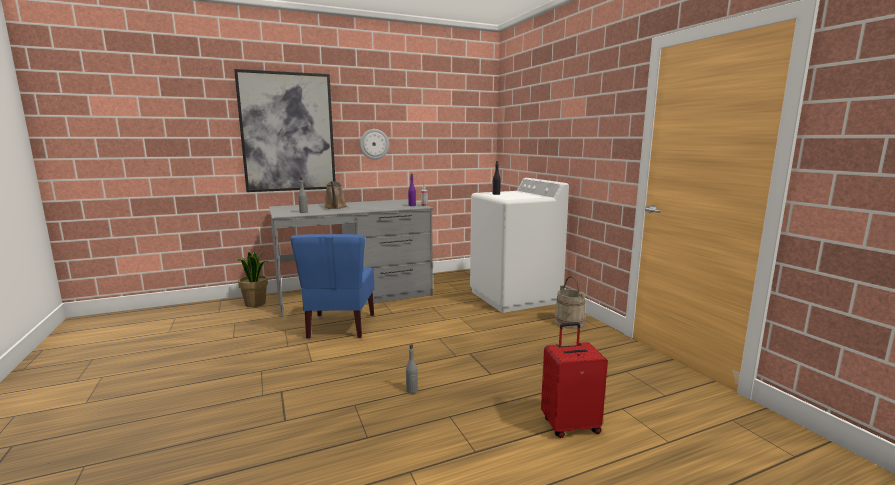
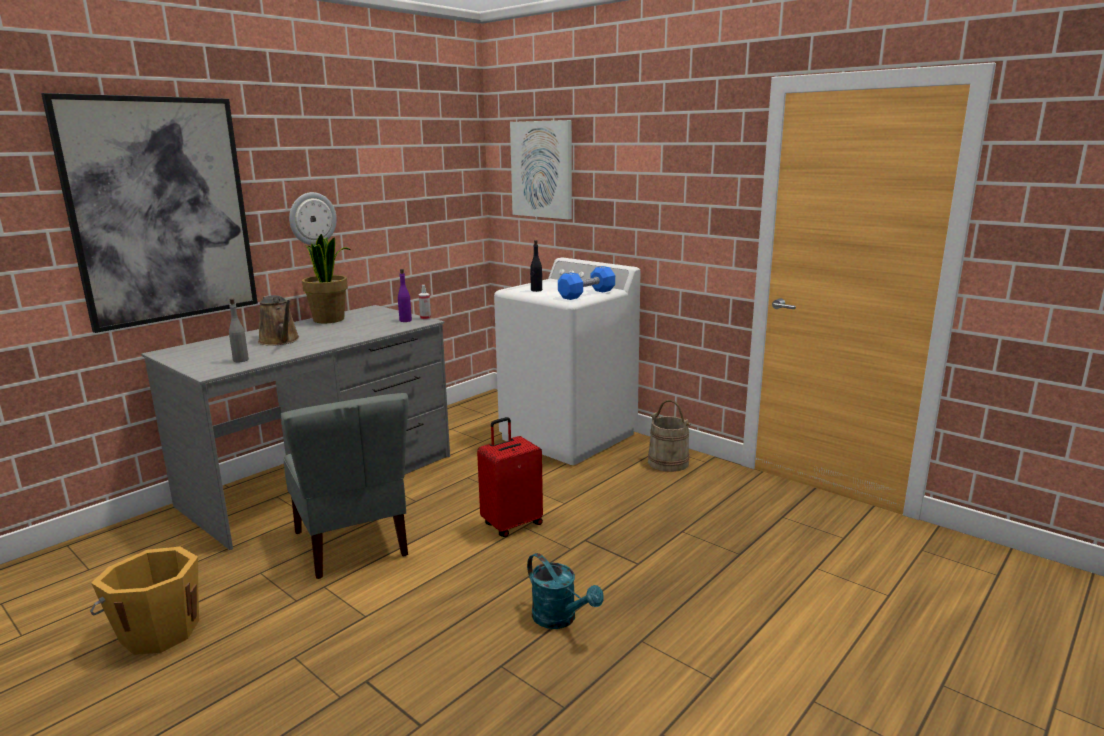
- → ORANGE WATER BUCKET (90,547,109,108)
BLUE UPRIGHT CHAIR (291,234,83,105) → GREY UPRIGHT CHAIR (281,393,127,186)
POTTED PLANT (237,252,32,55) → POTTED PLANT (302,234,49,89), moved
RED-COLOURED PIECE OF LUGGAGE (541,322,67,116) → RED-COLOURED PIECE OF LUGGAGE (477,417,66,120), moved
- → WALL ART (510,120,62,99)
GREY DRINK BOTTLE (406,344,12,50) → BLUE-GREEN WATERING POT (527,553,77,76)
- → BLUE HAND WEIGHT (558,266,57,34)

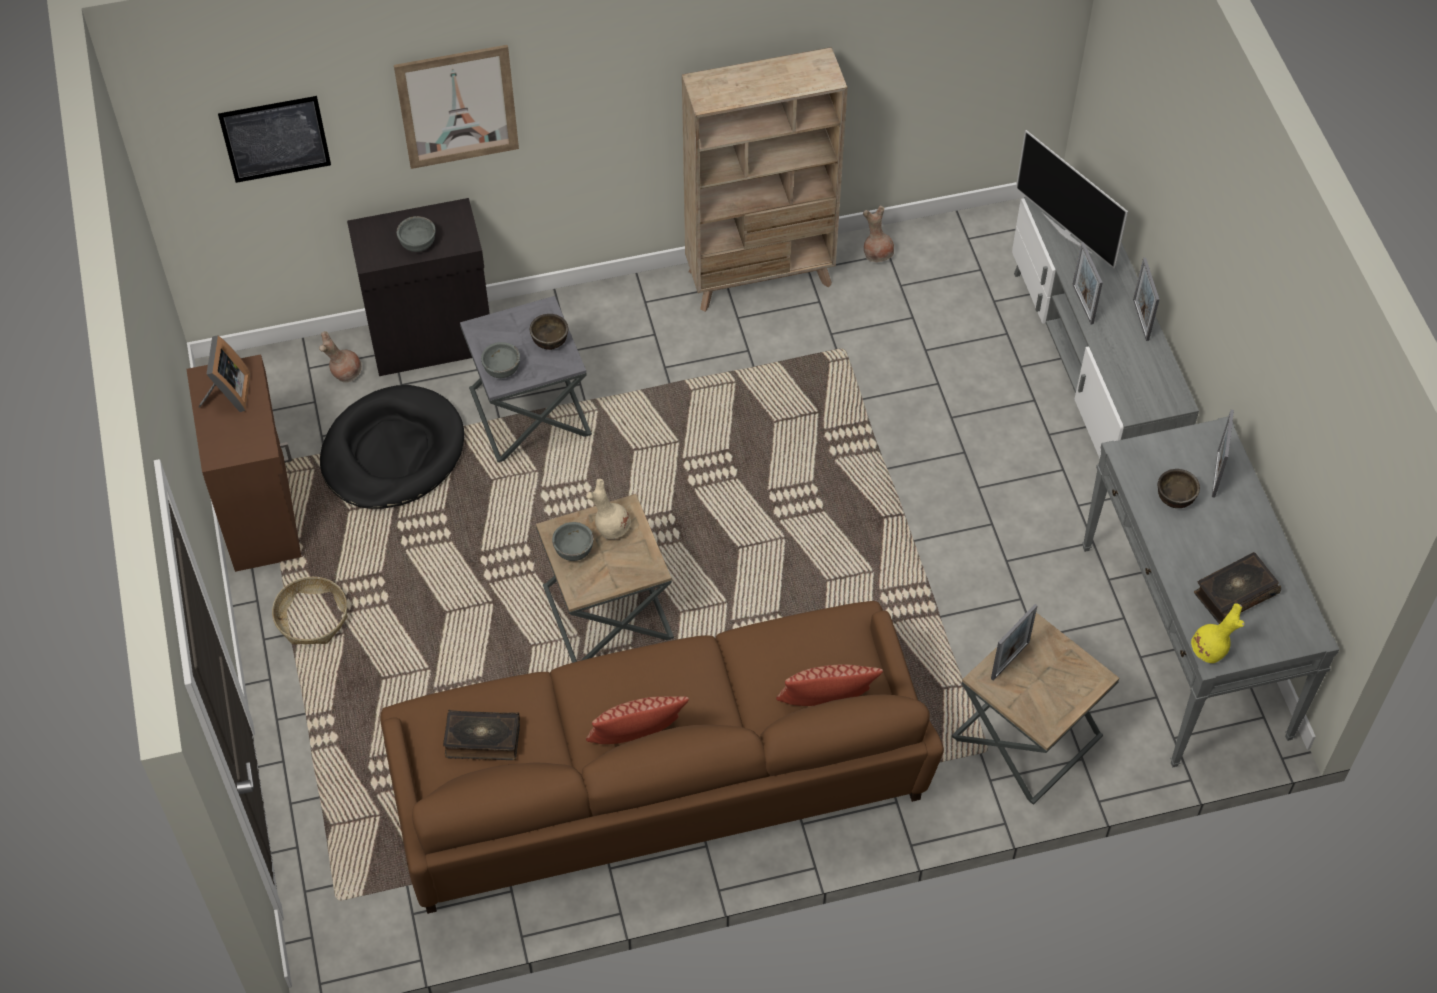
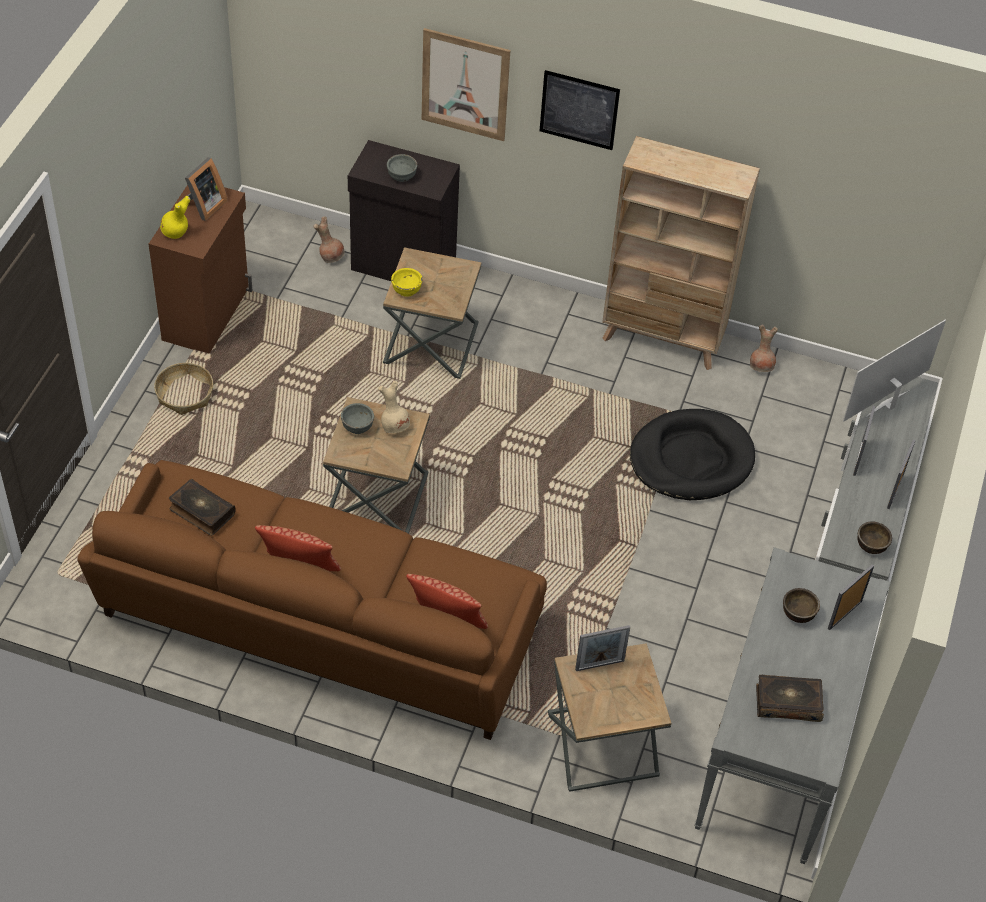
YELLOW-COLOURED DECORATIVE VASE (1191,603,53,60) → YELLOW-COLOURED DECORATIVE VASE (160,196,31,43), moved
GREY SIDE TABLE (460,296,132,166) → BROWN SIDE TABLE (383,247,98,132)
GREY SERVING BOWL (481,342,39,36) → YELLOW-COLOURED SERVING BOWL (391,268,32,29)
WALL ART (218,96,113,87) → WALL ART (540,70,80,80), moved
BLACK DOG BED (320,385,144,124) → BLACK DOG BED (630,409,125,91), moved
TV SET (1016,130,112,139) → TV SET (843,320,103,102), 60 degrees clockwise
BROWN SERVING BOWL (530,314,38,36) → BROWN SERVING BOWL (858,521,34,33), moved

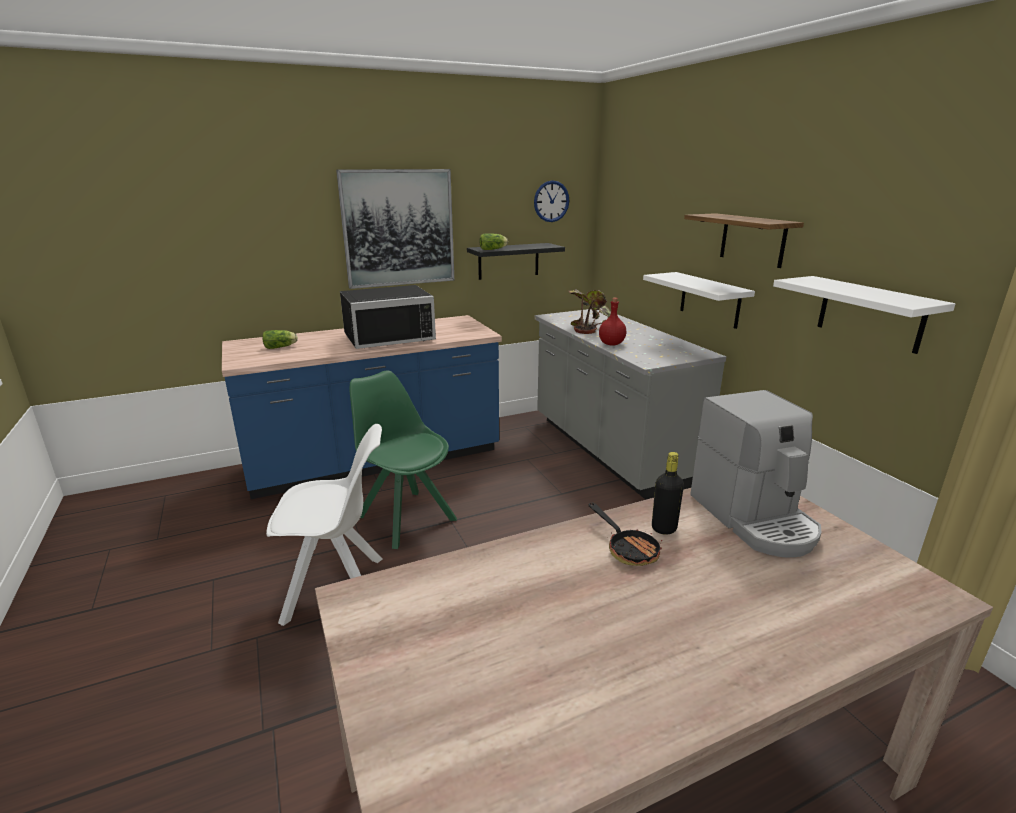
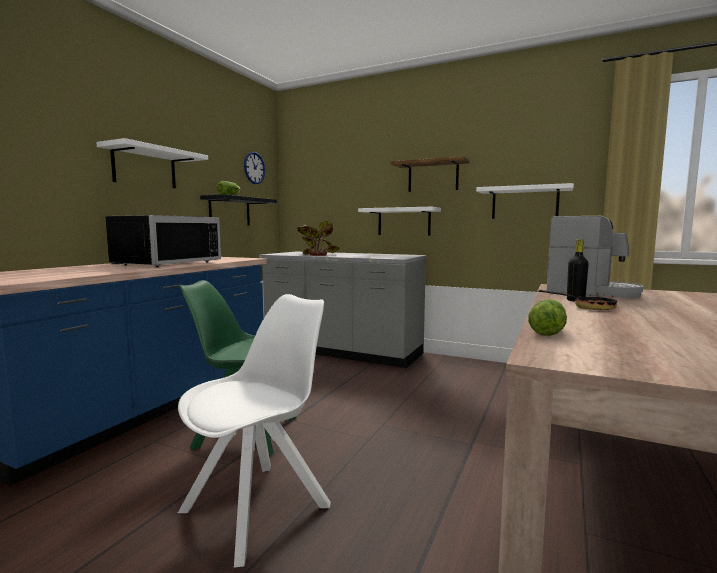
WALL ART (336,169,118,120) → WHITE WALL SHELF (97,138,111,50)
LETTUCE (262,330,36,19) → LETTUCE (528,299,39,37), moved
RED-COLOURED DRINK BOTTLE (599,298,27,48) → -

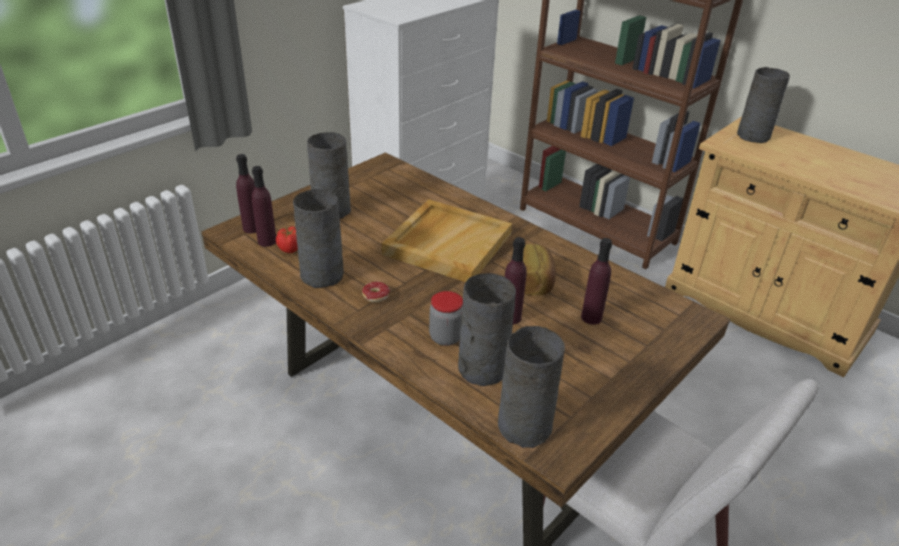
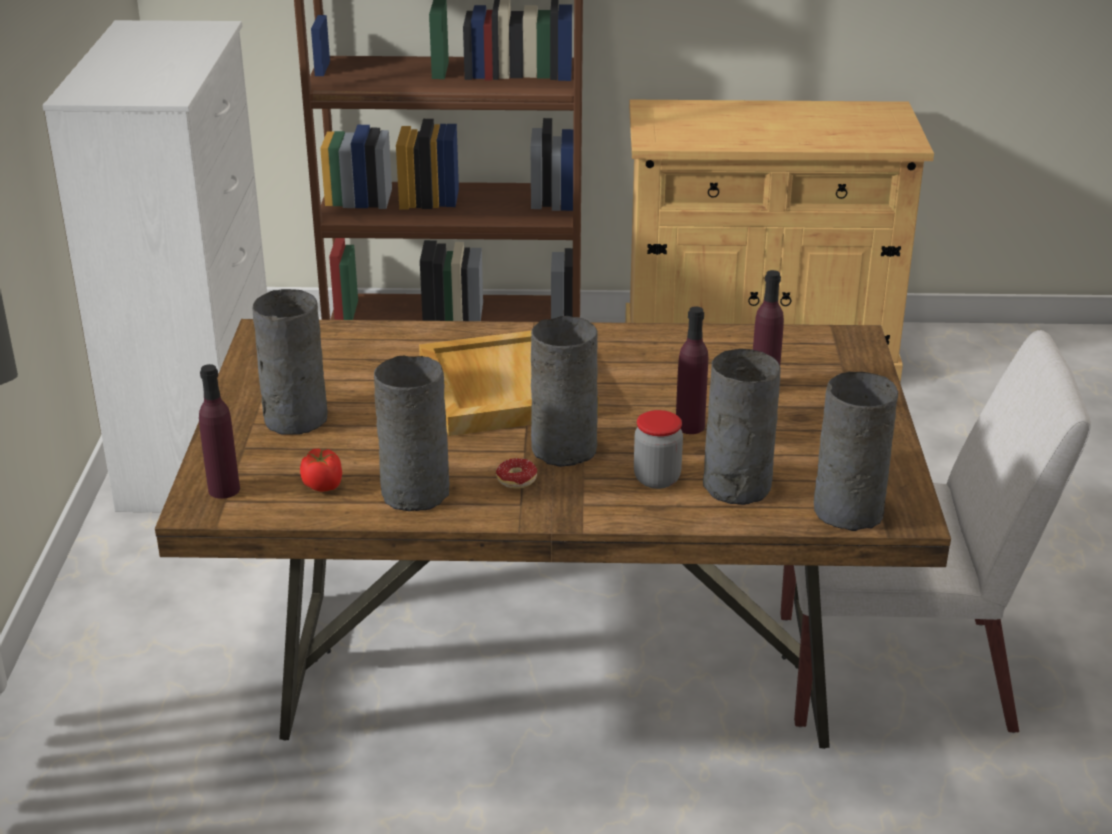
GREY DECORATIVE VASE (737,67,53,76) → GREY DECORATIVE VASE (531,316,67,151), moved
PURPLE-COLOURED DRINK BOTTLE (252,166,24,81) → -
BAKED BREAD (523,244,33,52) → -

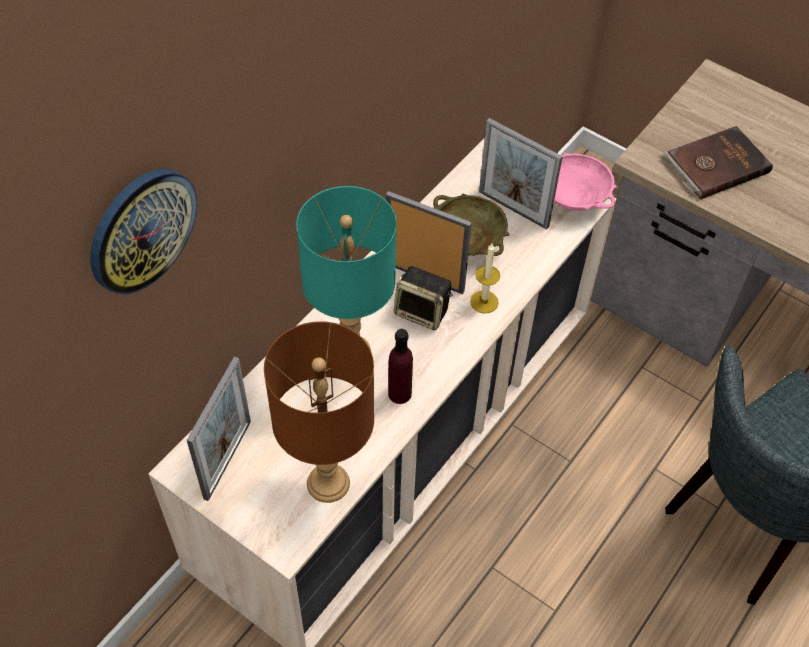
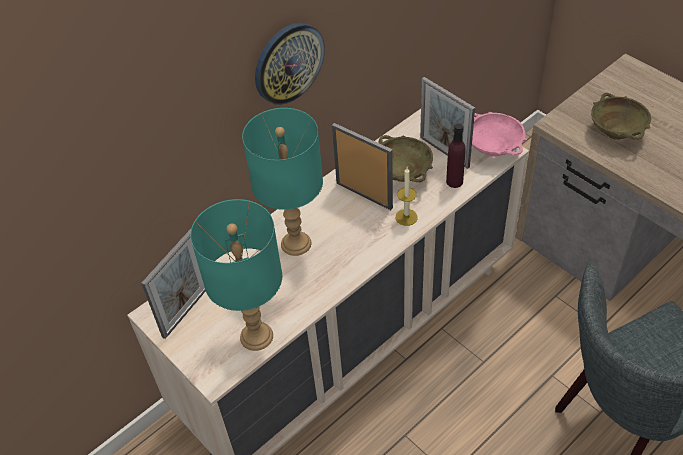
BROWN TABLE LAMP (264,321,110,182) → BLUE-GREEN TABLE LAMP (190,199,92,152)
CLOCK ON THE WALL (90,169,107,126) → CLOCK ON THE WALL (255,23,70,82), moved
PURPLE-COLOURED DRINK BOTTLE (388,329,25,75) → PURPLE-COLOURED DRINK BOTTLE (446,124,20,64), moved
BROWN BOOK (663,126,110,73) → SAND-COLOURED SERVING BOWL (591,93,60,47)
LOUDSPEAKER (394,266,59,64) → -

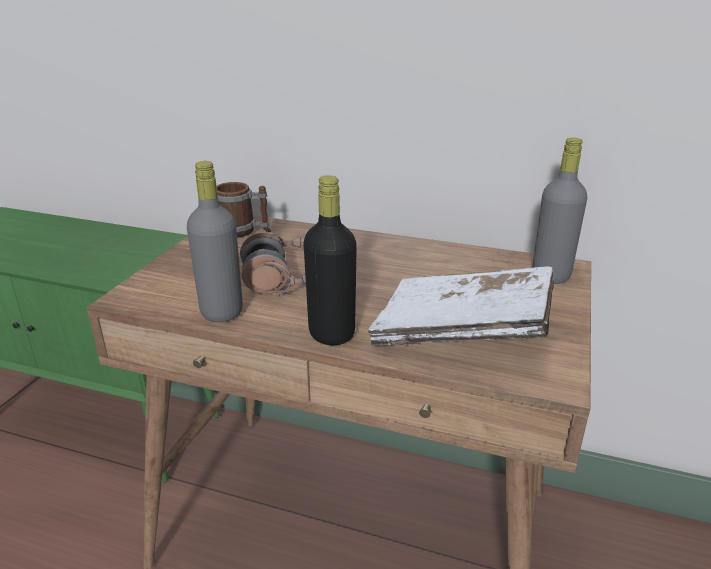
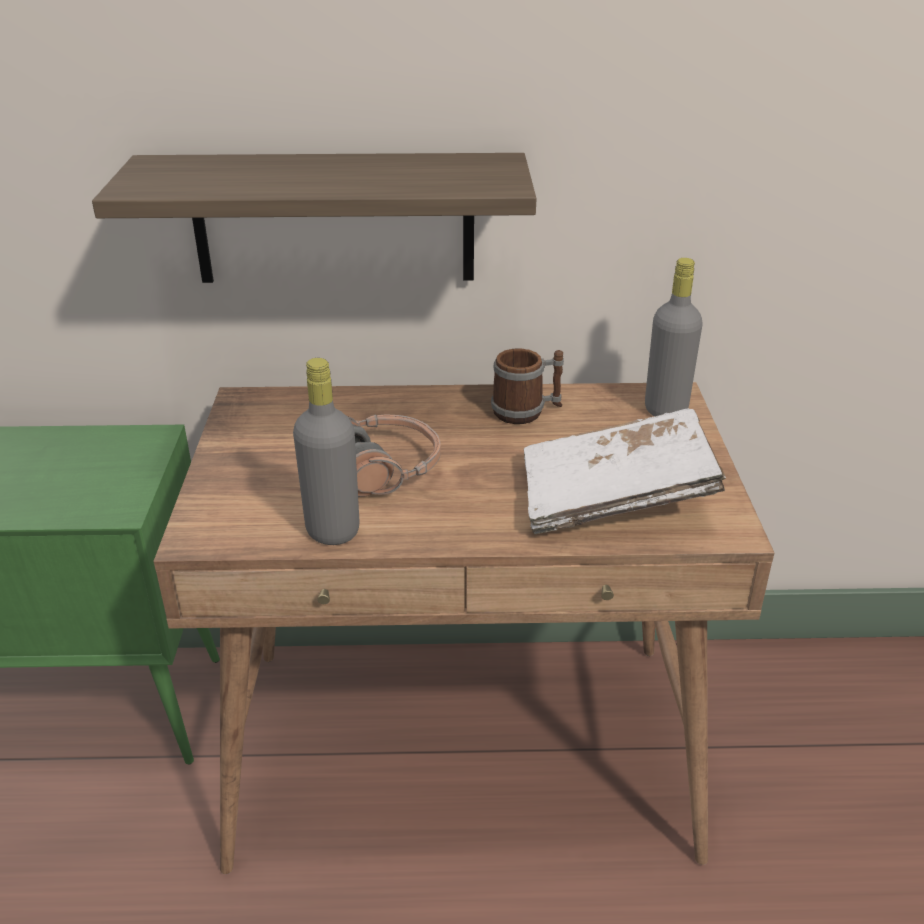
- → WALL SHELF (92,153,444,130)
MUG (216,182,55,56) → MUG (491,348,73,76), moved
BLACK DRINK BOTTLE (303,175,54,170) → -

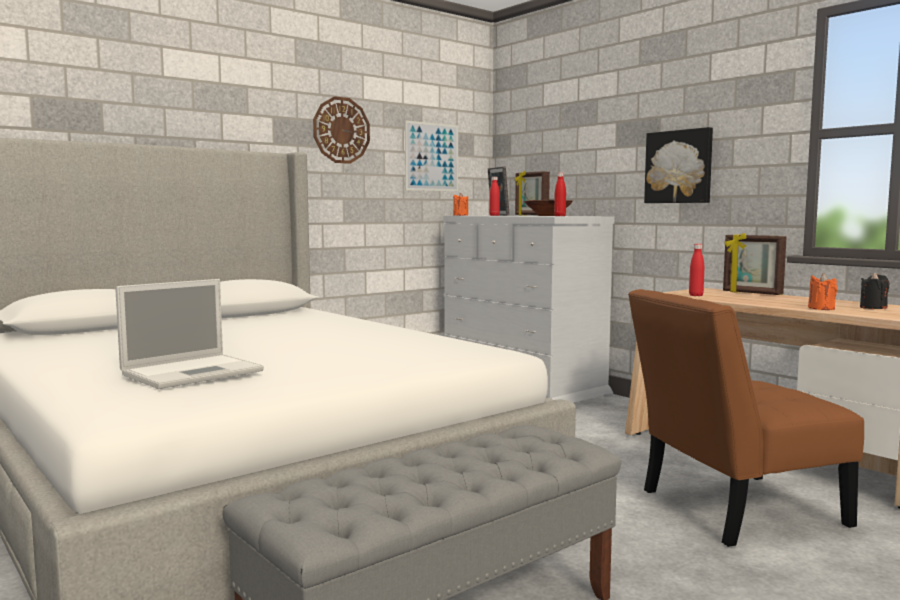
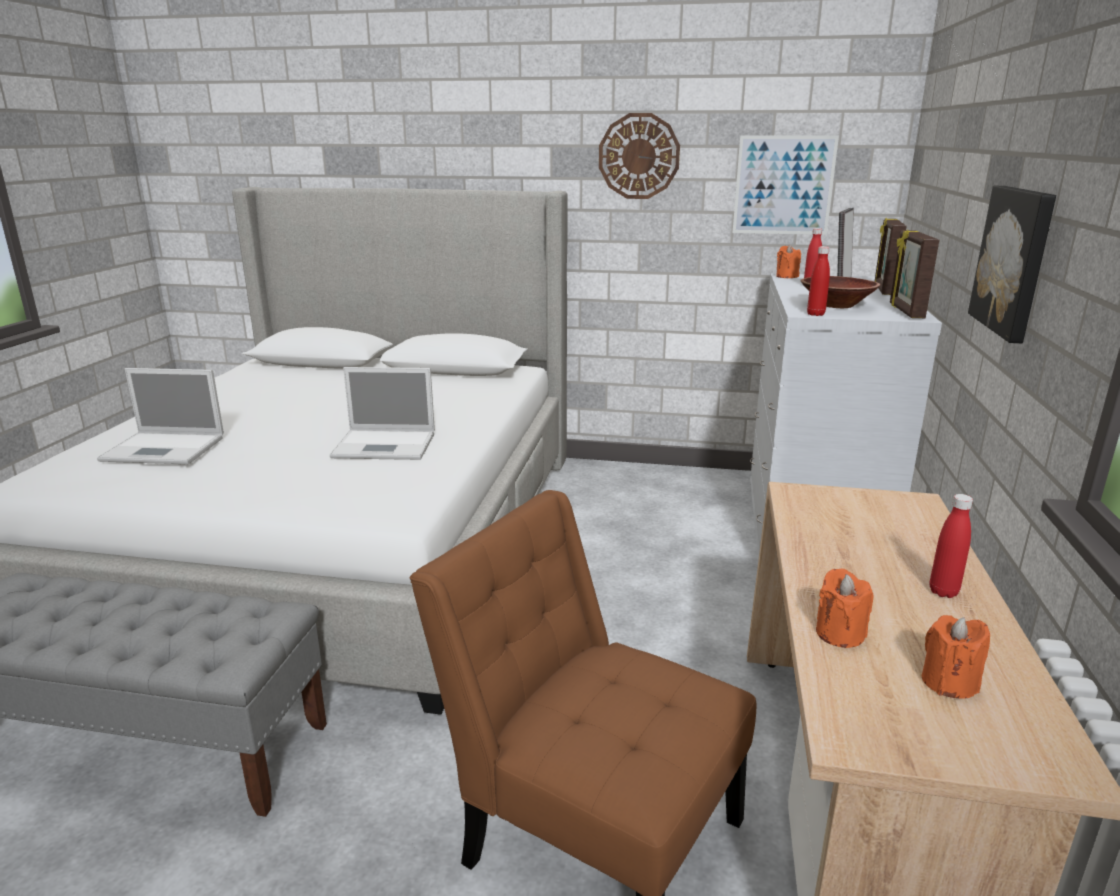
- → LAPTOP (330,367,105,93)
STANDING FRAME (723,233,64,62) → STANDING FRAME (890,230,49,88), moved
BLACK WAX CANDLE (860,272,30,37) → ORANGE WAX CANDLE (922,615,68,84)
RED-COLOURED DRINK BOTTLE (689,244,15,52) → RED-COLOURED DRINK BOTTLE (929,494,44,104), moved

